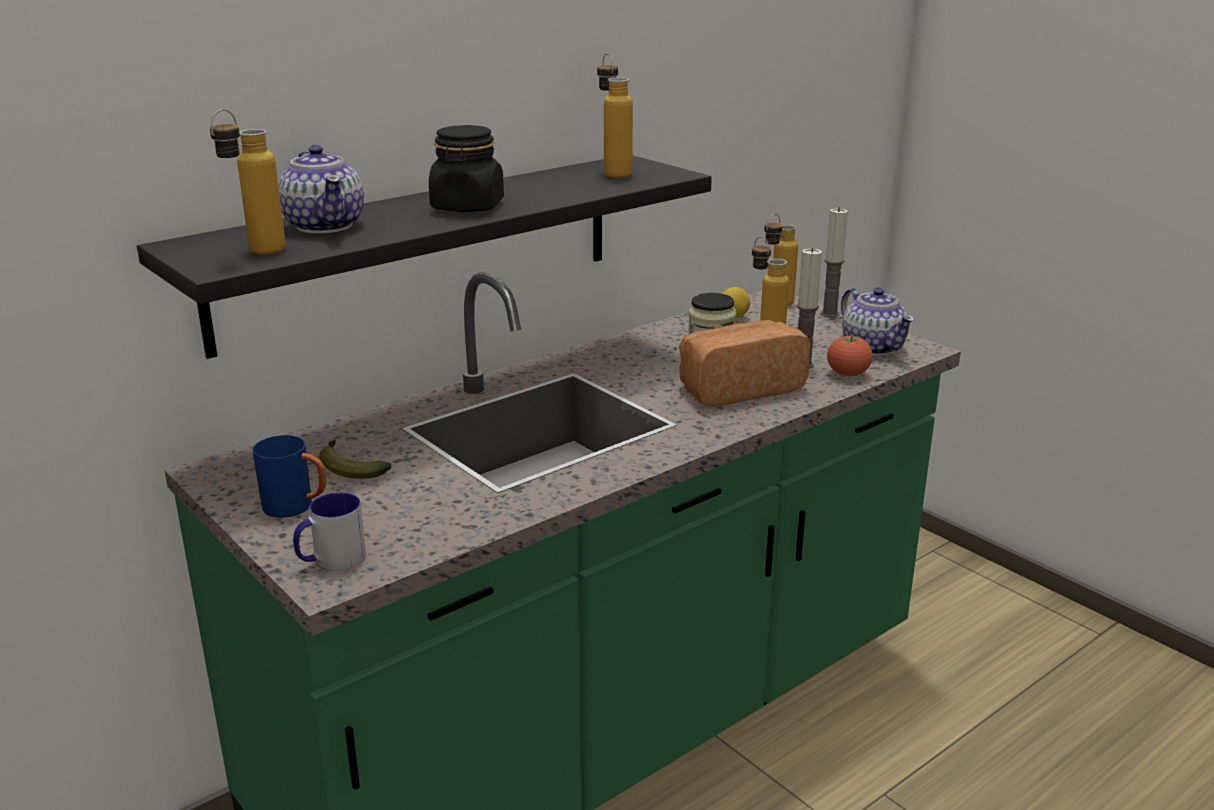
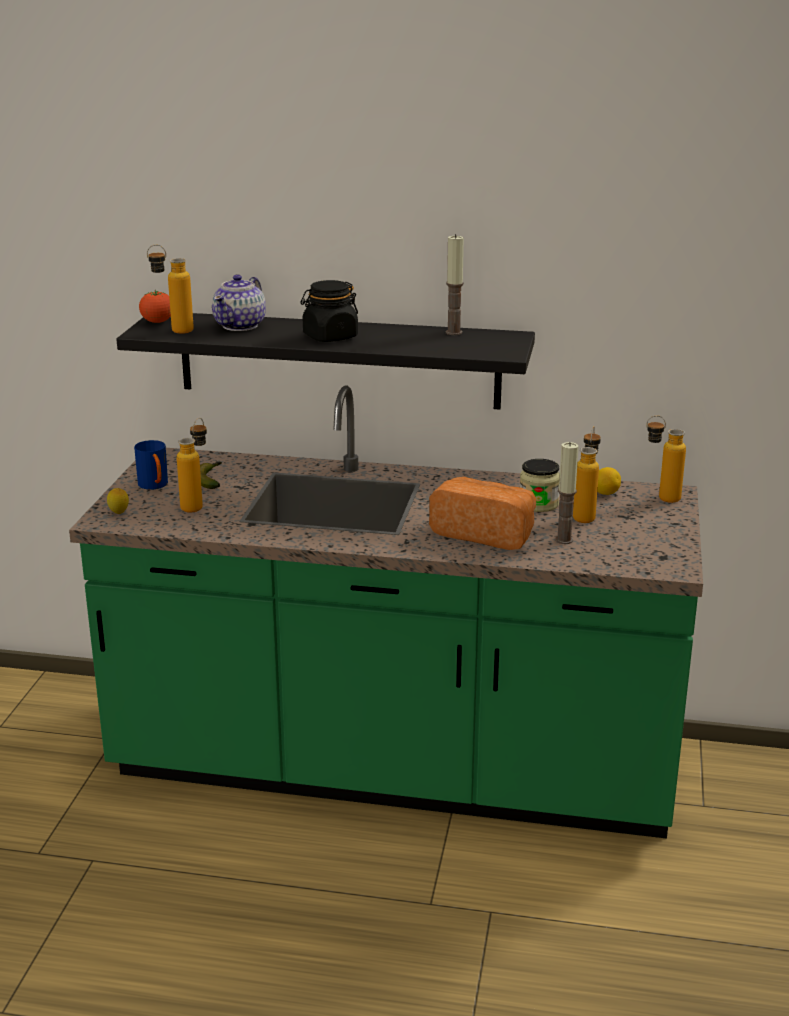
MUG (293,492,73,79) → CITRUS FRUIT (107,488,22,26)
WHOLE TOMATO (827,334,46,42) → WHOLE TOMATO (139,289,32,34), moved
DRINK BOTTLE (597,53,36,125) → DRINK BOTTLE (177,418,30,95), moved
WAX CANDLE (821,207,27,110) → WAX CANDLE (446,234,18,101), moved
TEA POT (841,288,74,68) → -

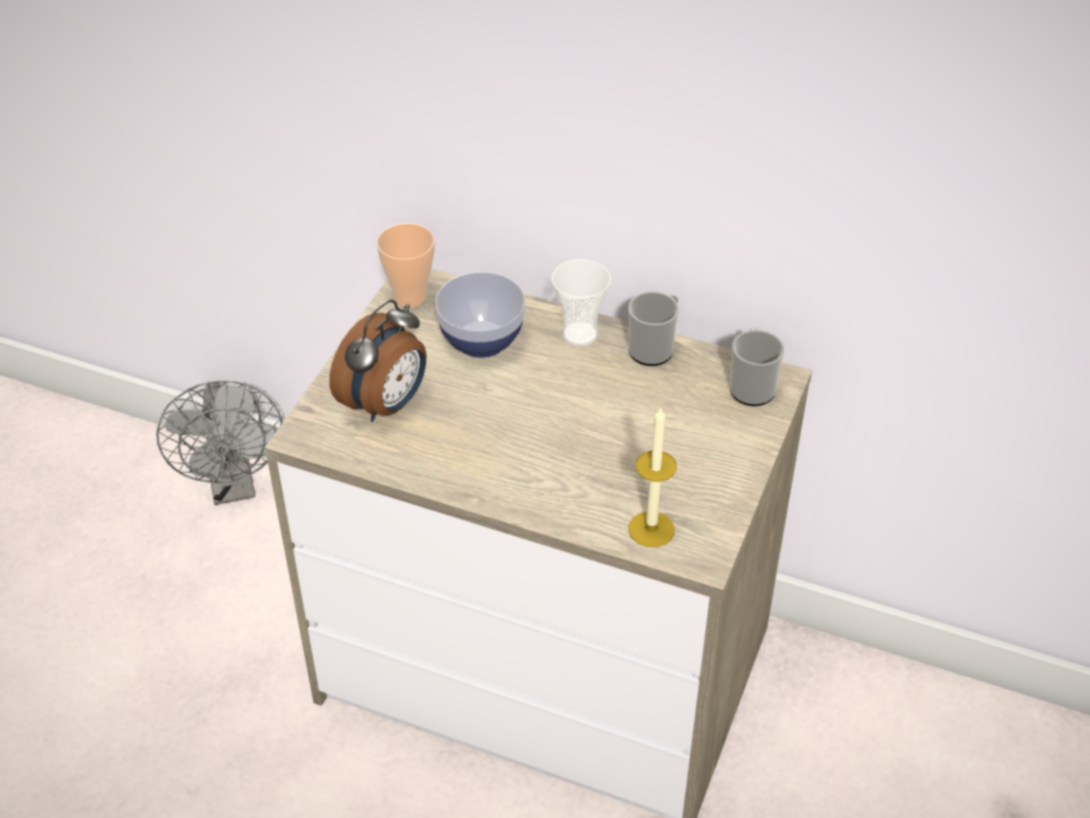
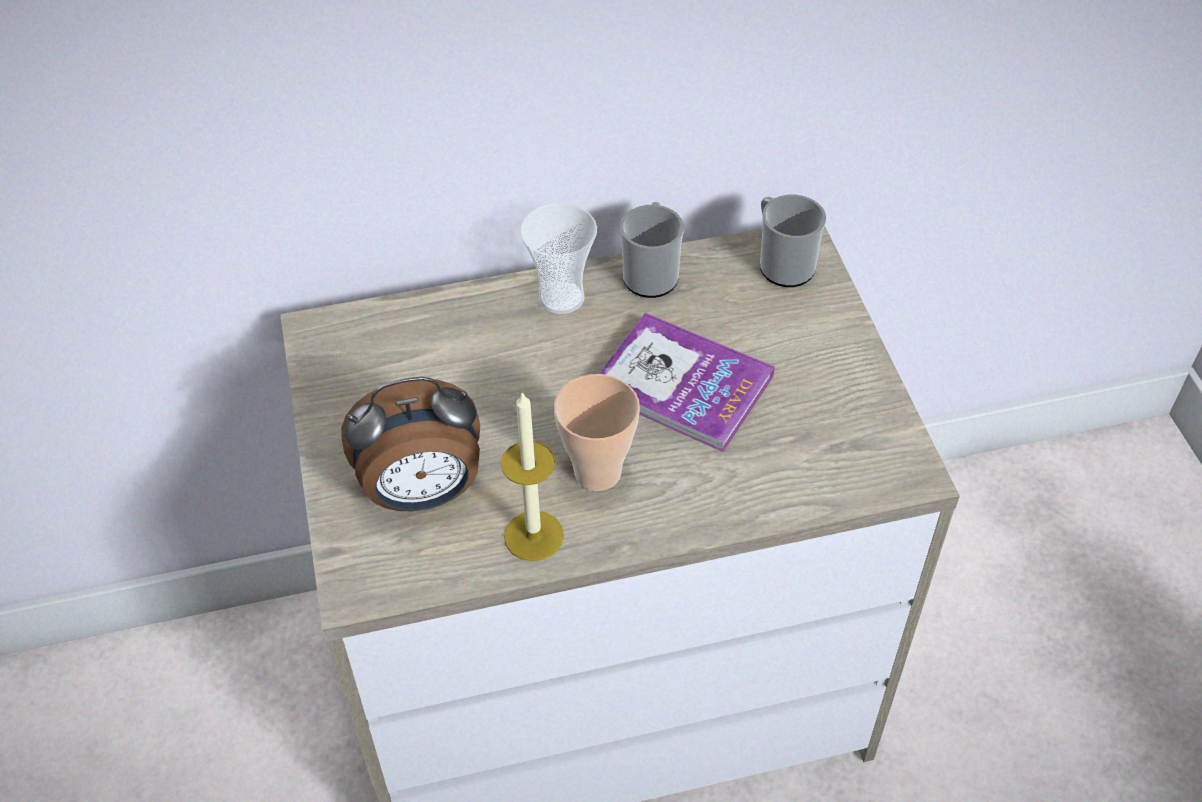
BEDSIDE CLOCK (329,300,97,122) → BEDSIDE CLOCK (341,377,139,134), 75 degrees clockwise
WAX CANDLE (629,407,48,140) → WAX CANDLE (501,391,63,170), moved
CUP (376,223,59,85) → CUP (554,374,86,117), moved
- → BOOK (598,313,177,139)
GREY ELECTRIC FAN (156,381,127,124) → -
SERVING BOWL (435,272,90,86) → -

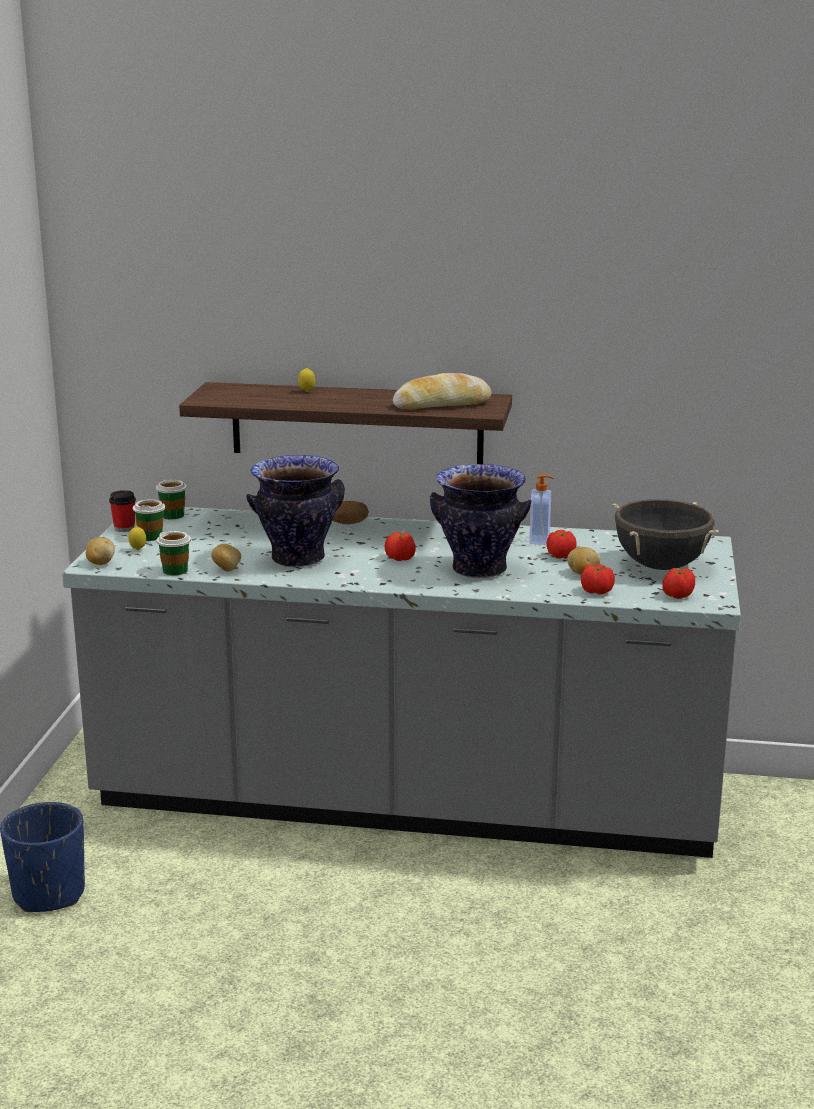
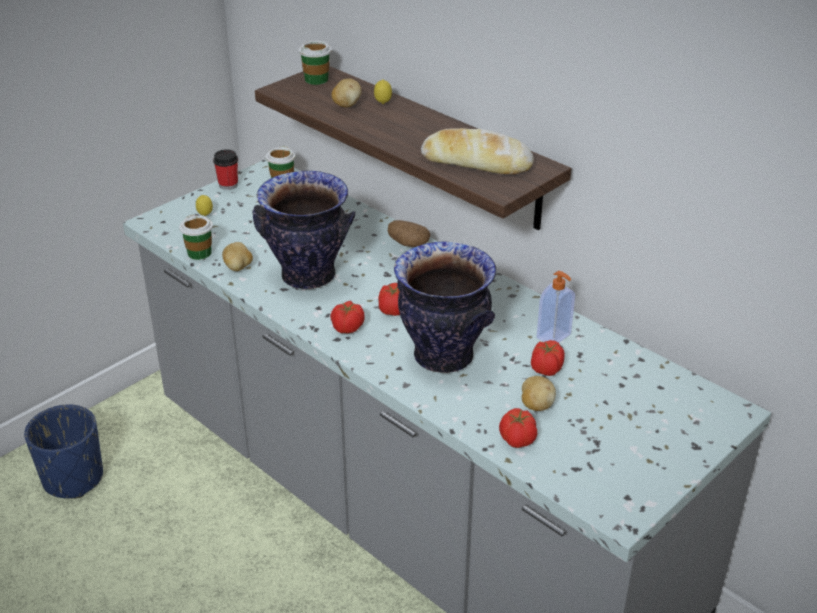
CUP (133,499,32,42) → CUP (299,41,33,44), moved
WHOLE TOMATO (662,568,33,31) → WHOLE TOMATO (330,301,35,32), moved
WHOLE POTATO (86,537,29,28) → WHOLE POTATO (331,78,31,29), moved
BLACK STOCKPOT (612,499,107,71) → -

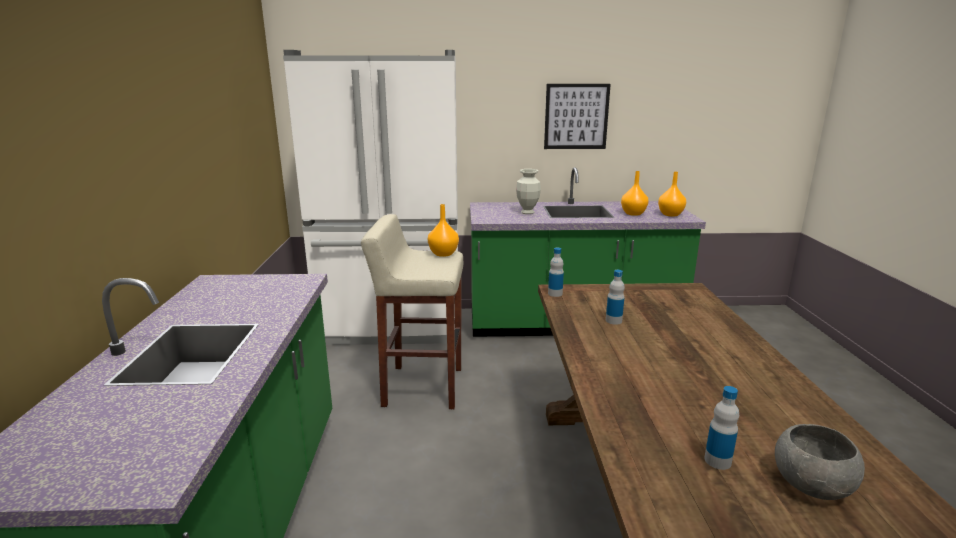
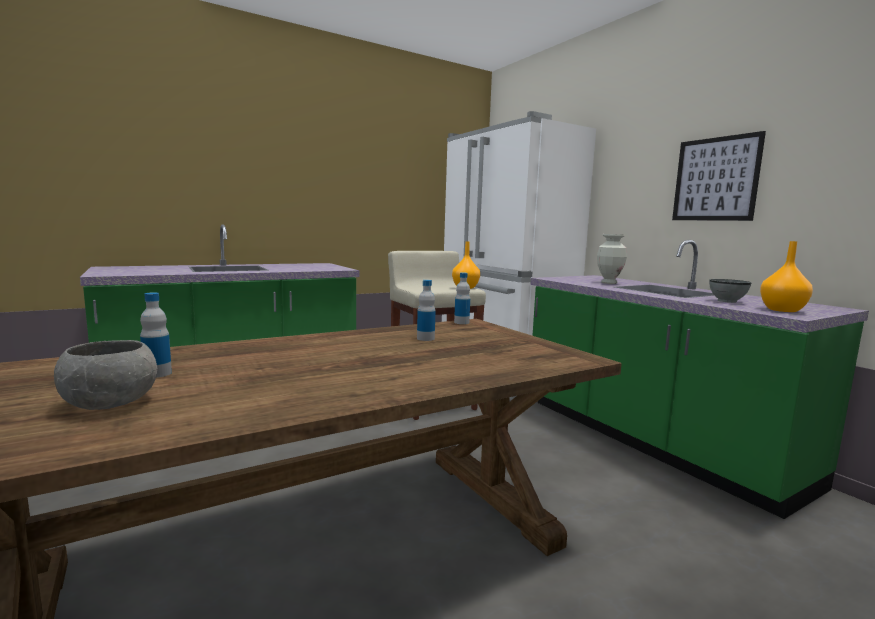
ORANGE DECORATIVE VASE (621,171,27,45) → GREY SERVING BOWL (709,279,43,24)

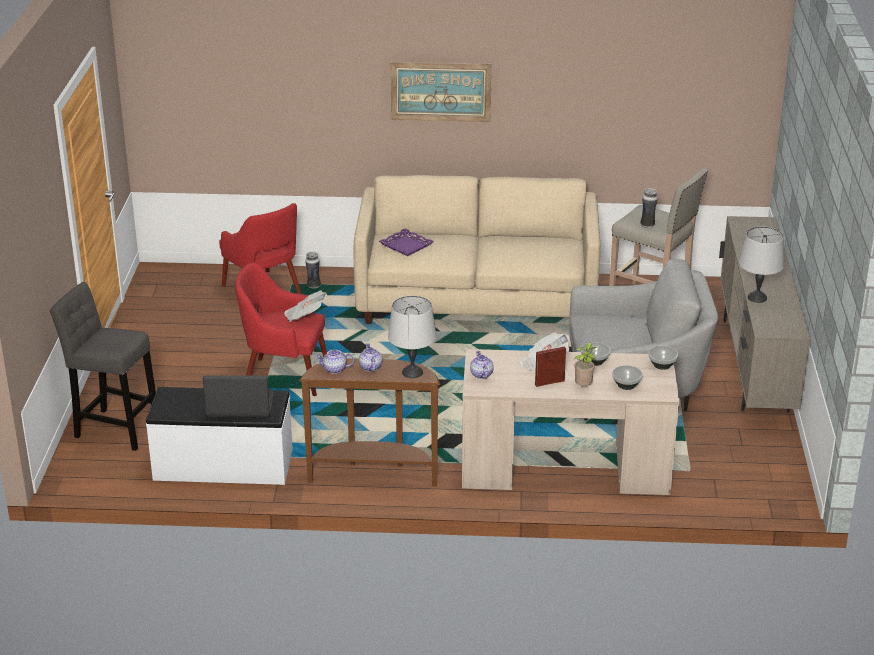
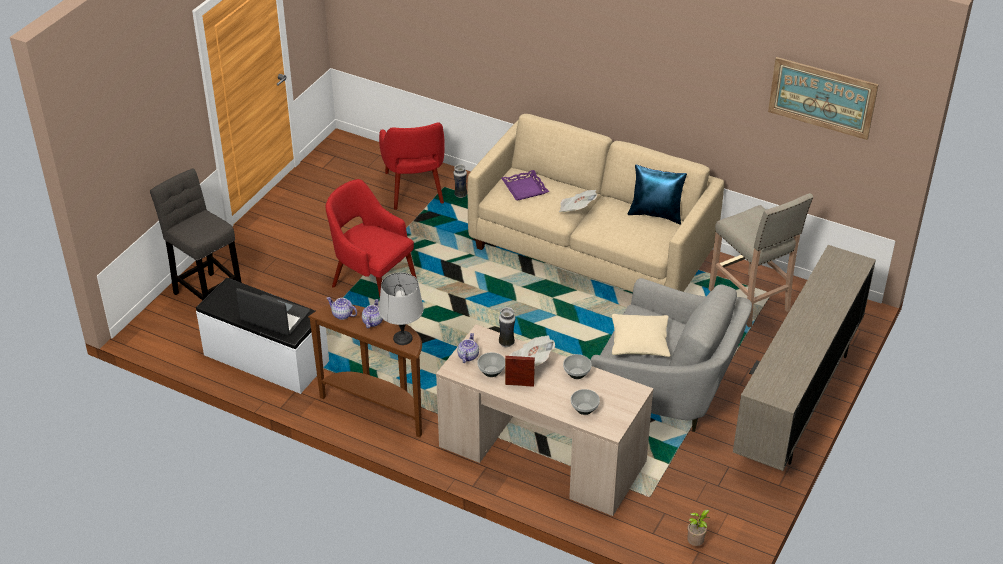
SERVING BOWL (648,346,30,24) → SERVING BOWL (477,352,28,25), moved
DECORATIVE VASE (640,188,18,40) → DECORATIVE VASE (499,307,16,40), moved
DAILY PAPER (284,290,43,32) → DAILY PAPER (559,190,38,22), moved
- → SAND-COLOURED PILLOW (612,314,58,43)
- → BLUE PILLOW (627,164,60,61)
POTTED PLANT (574,342,22,44) → POTTED PLANT (687,510,23,36), moved
WALL ART (390,62,102,60) → WALL ART (768,57,111,83), moved
GREY TABLE LAMP (739,227,45,76) → -

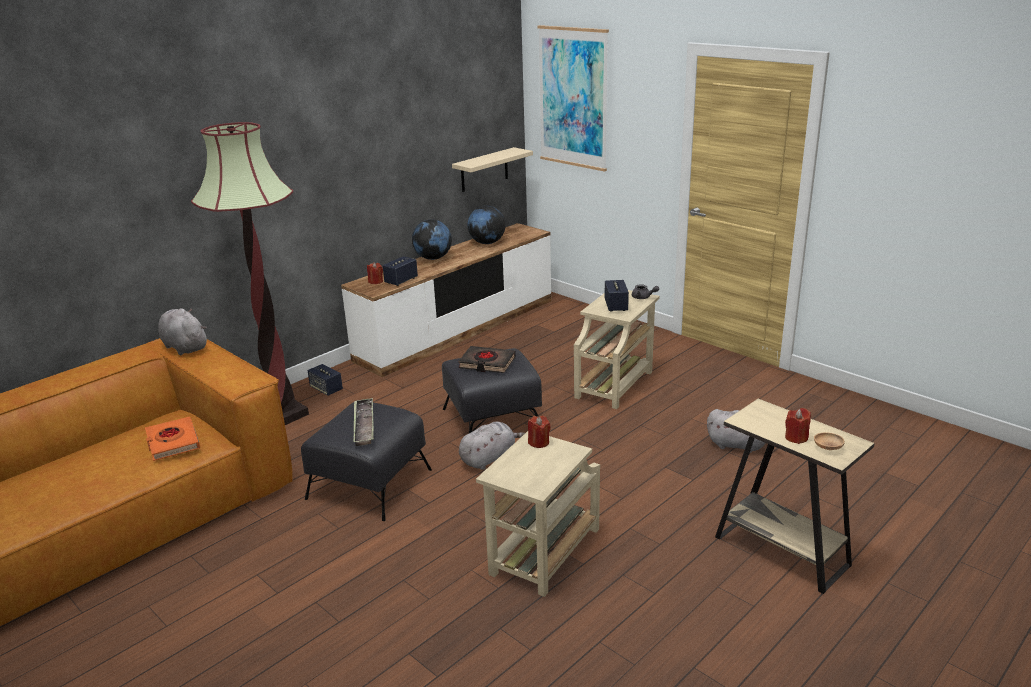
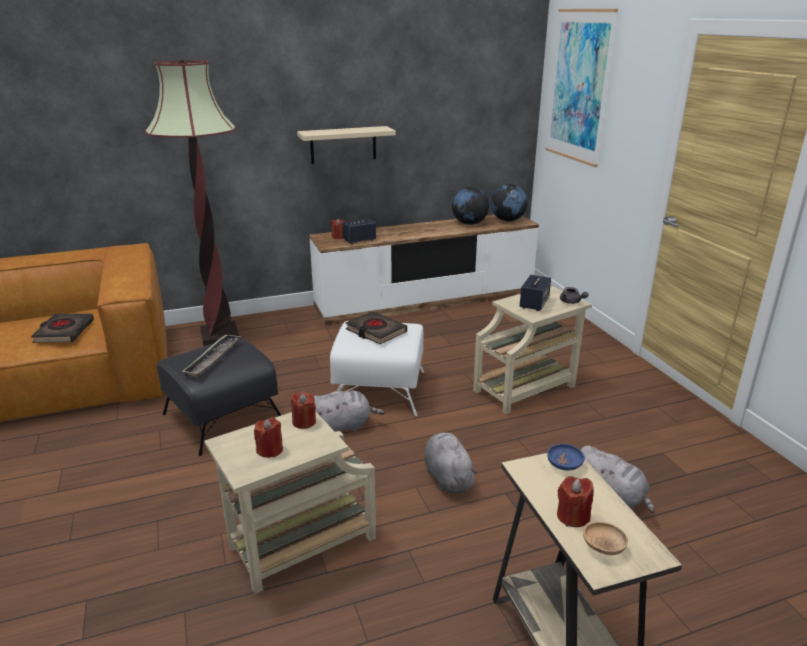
ORANGE BOOK (145,417,55,44) → BLACK BOOK (31,314,63,29)
- → RED-COLOURED WAX CANDLE (254,417,29,41)
SAND-COLOURED WALL SHELF (452,147,81,45) → SAND-COLOURED WALL SHELF (297,126,99,38), moved
BLACK POUFFE (442,348,100,85) → WHITE POUFFE (330,321,94,95)
GREY CUDDLY TOY (158,308,49,47) → GREY CUDDLY TOY (424,432,54,61), moved
WORLD GLOBE (412,220,40,40) → WORLD GLOBE (491,184,37,37), moved
- → BLUE SERVING BOWL (547,444,38,27)
LOUDSPEAKER (308,364,35,32) → -

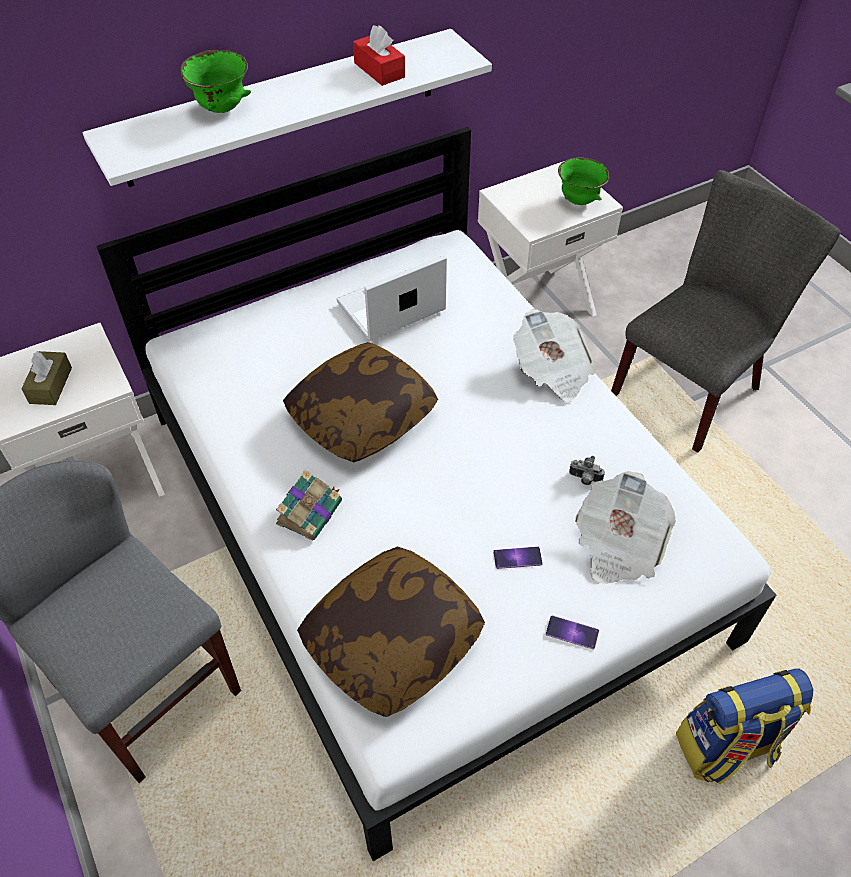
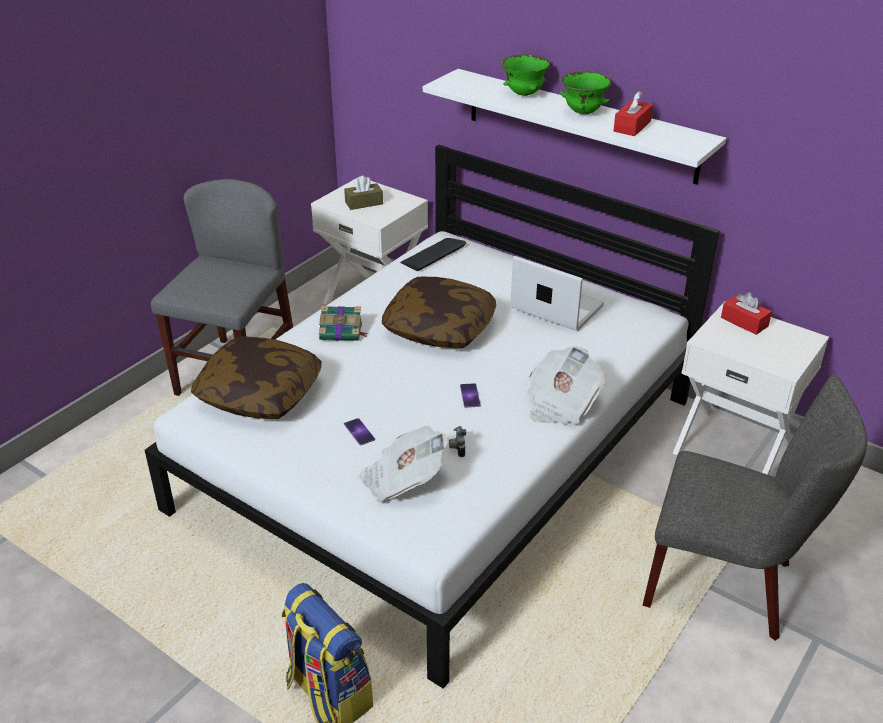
- → KEYBOARD (400,238,66,33)
TELEPHONE (546,615,53,34) → TELEPHONE (460,383,21,25), moved
GREEN-COLOURED SERVING BOWL (558,157,52,48) → GREEN-COLOURED SERVING BOWL (560,71,51,43), moved
- → RED-COLOURED TISSUE HOLDER (721,292,51,43)

